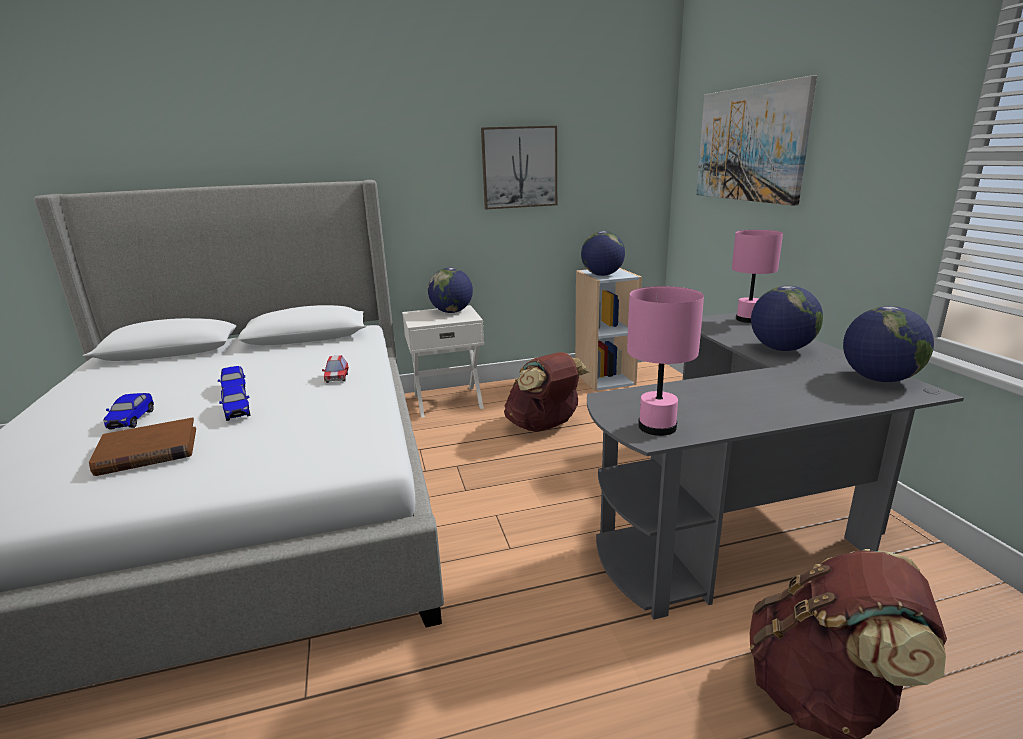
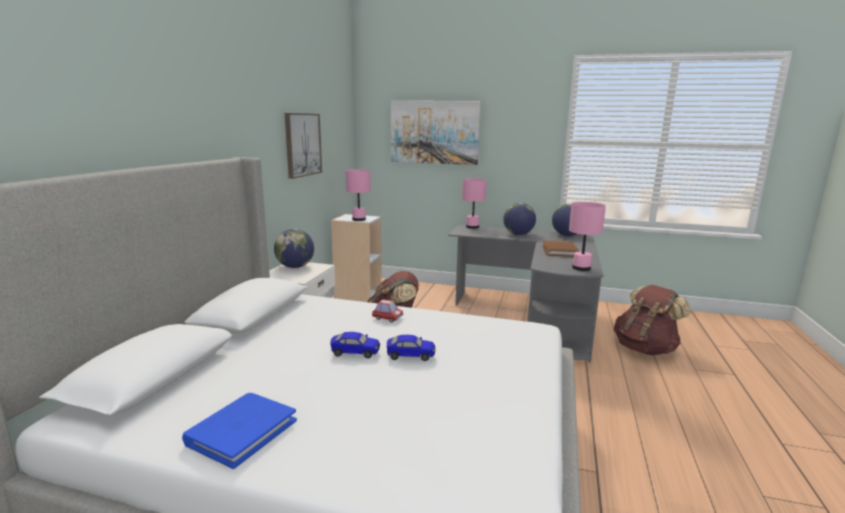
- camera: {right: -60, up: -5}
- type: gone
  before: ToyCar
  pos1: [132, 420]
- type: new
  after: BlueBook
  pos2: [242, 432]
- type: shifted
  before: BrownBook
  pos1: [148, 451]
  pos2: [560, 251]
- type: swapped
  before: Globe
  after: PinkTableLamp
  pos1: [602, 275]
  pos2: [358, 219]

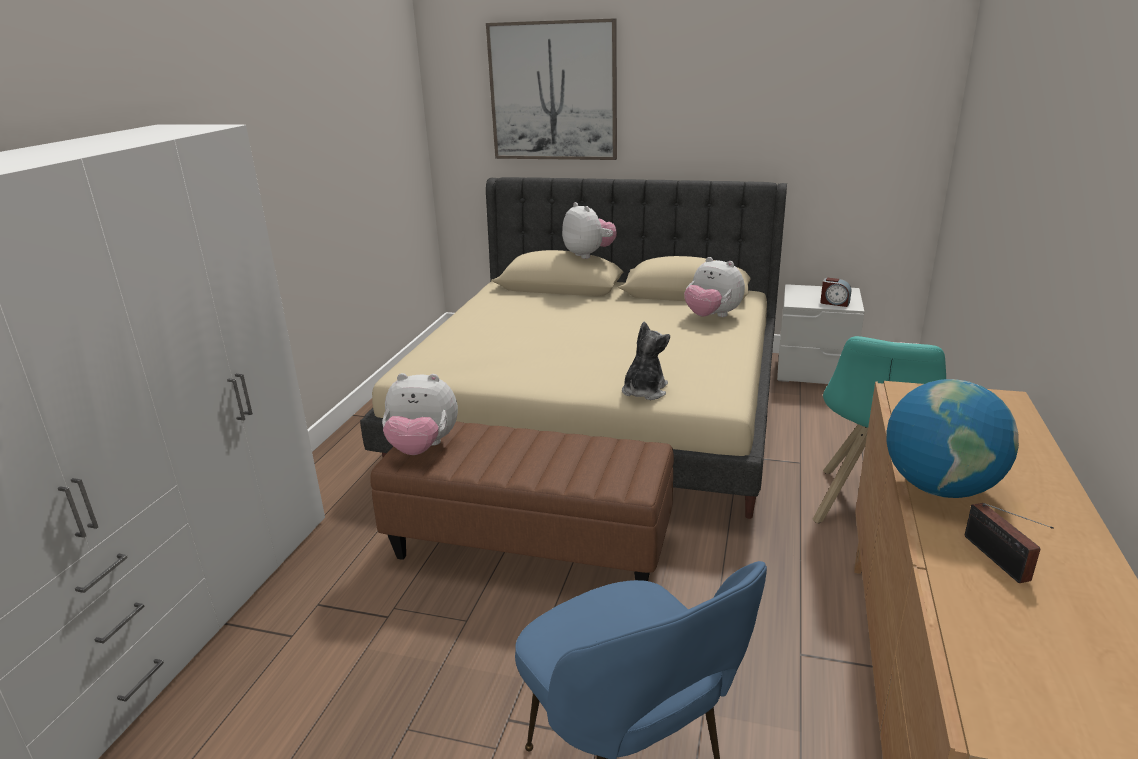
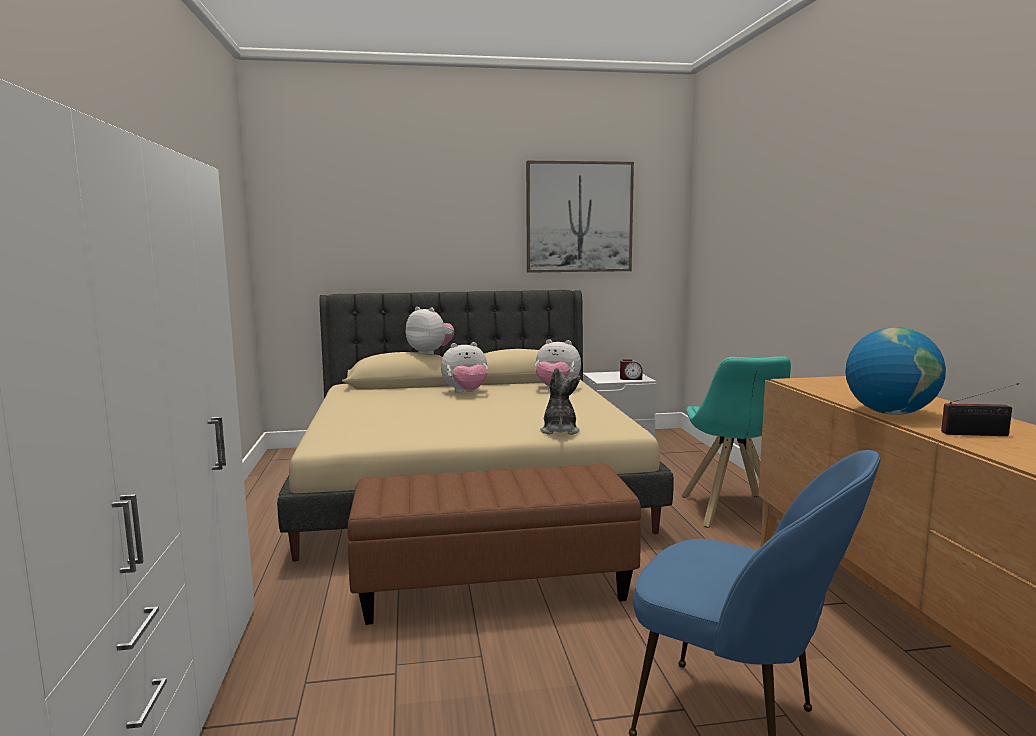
- camera: {right: -25, up: -15}
- type: shifted
  before: PlushToy
  pos1: [422, 448]
  pos2: [466, 393]
- type: shifted
  before: Picture
  pos1: [553, 91]
  pos2: [579, 217]
- type: rotated
  before: Radio
  pos1: [998, 561]
  pos2: [978, 434]
  turn: -45

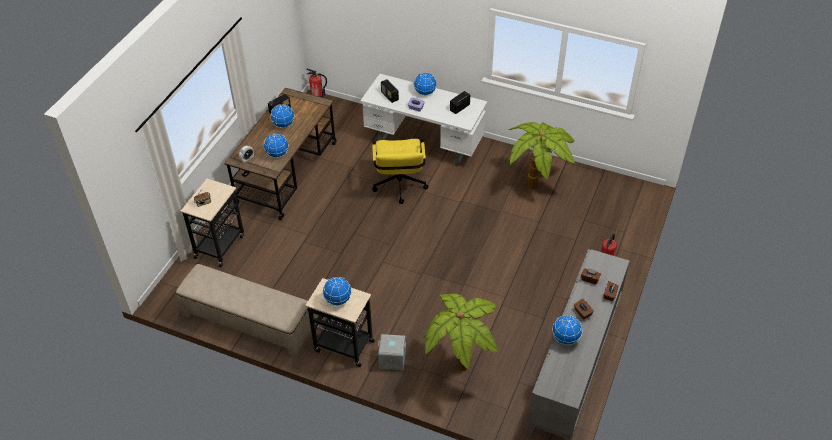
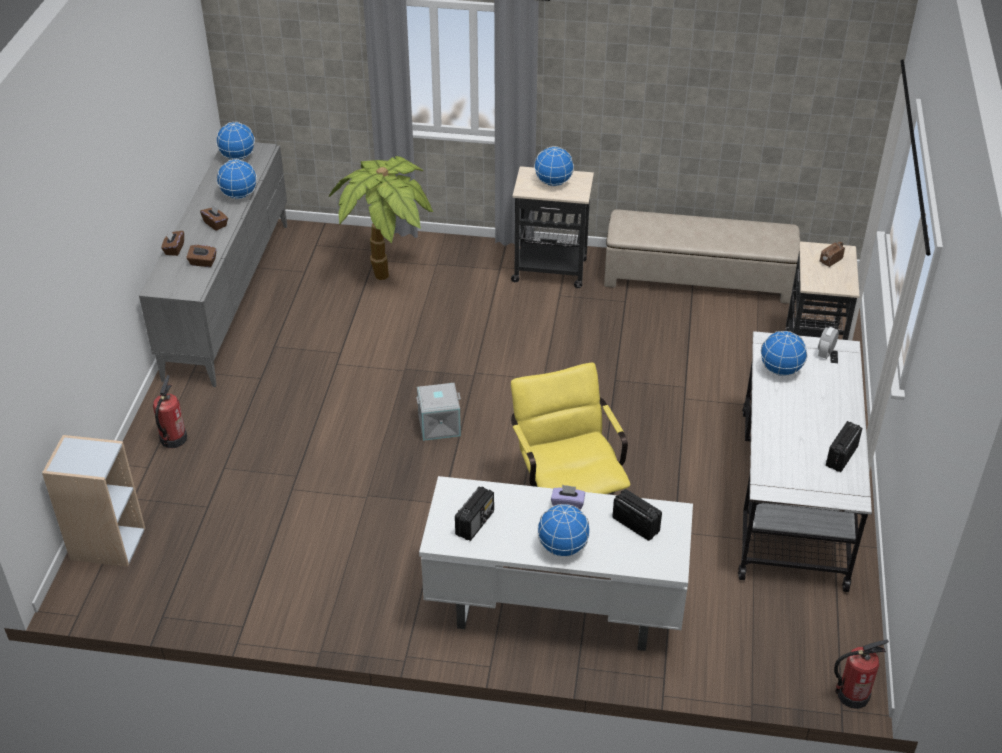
- camera: {right: 165, up: -5}
- type: gone
  before: PottedPlant
  pos1: [535, 189]
- type: new
  after: Bookcase
  pos2: [107, 543]
- type: shifted
  before: Globe
  pos1: [283, 125]
  pos2: [238, 157]
- type: shifted
  before: GreyStorageBox
  pos1: [392, 359]
  pos2: [439, 424]
- type: repainted
  before: BrownDesk
  after: WhiteDesk
  pos1: [287, 173]
  pos2: [792, 496]

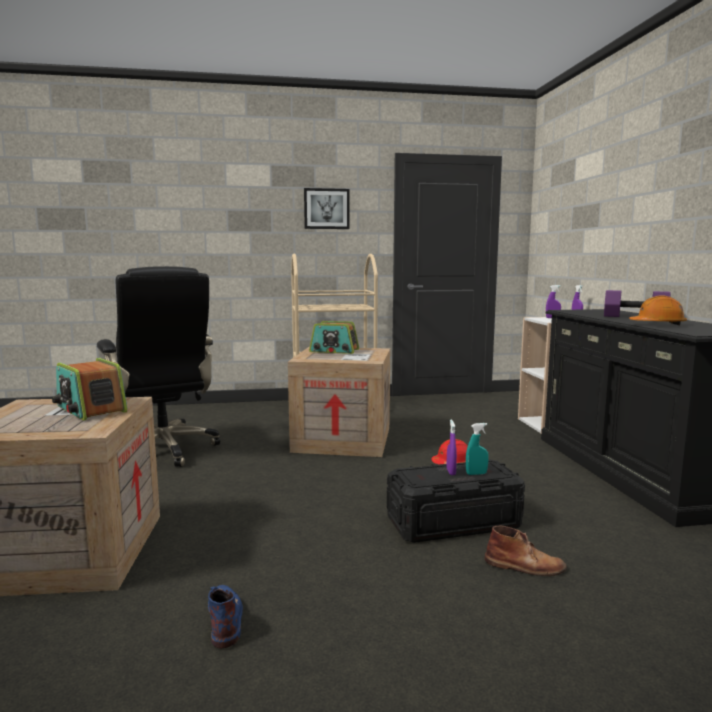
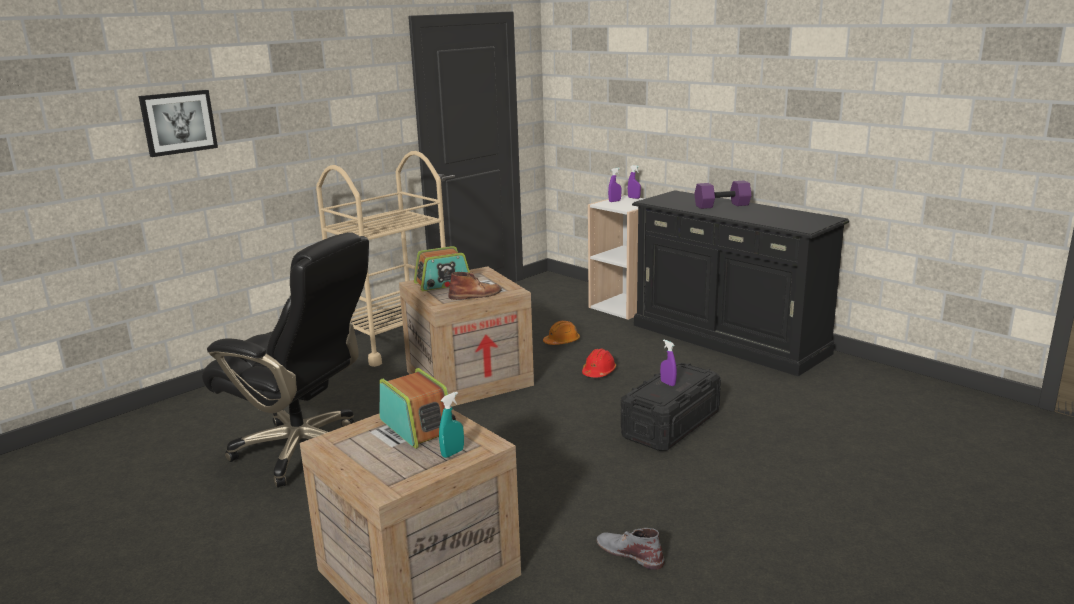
- camera: {right: -35, up: 10}
- type: shifted
  before: Picture
  pos1: [326, 209]
  pos2: [178, 122]
- type: shifted
  before: TurquoiseSprayBottle
  pos1: [476, 474]
  pos2: [452, 453]
- type: shifted
  before: BrownBoot
  pos1: [525, 566]
  pos2: [476, 295]
- type: shifted
  before: OrangeHardHat
  pos1: [657, 325]
  pos2: [562, 342]
- type: repainted
  before: BlueBoot
  after: GreyBoot
  pos1: [224, 618]
  pos2: [629, 553]
- type: rotated
  before: Radio
  pos1: [90, 409]
  pos2: [417, 426]
  turn: -135

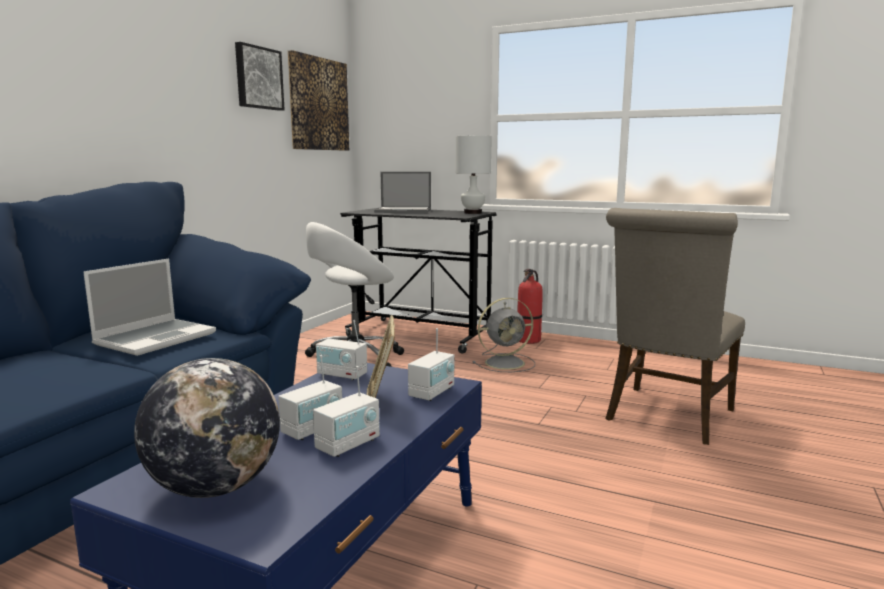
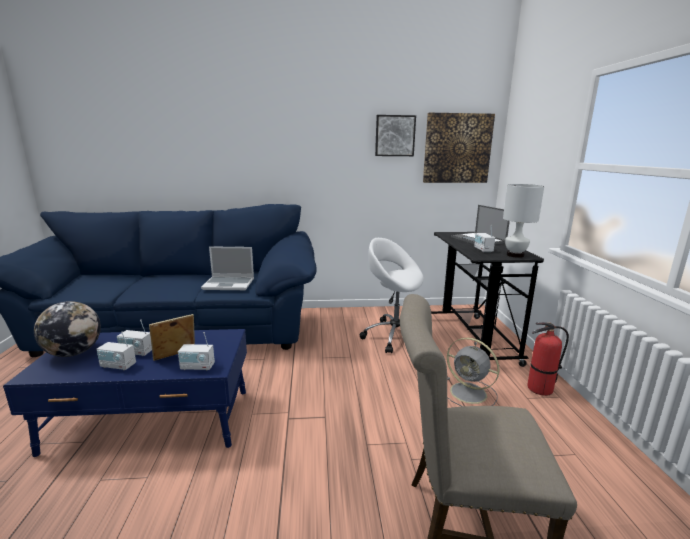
- camera: {right: 60, up: 5}
- type: shifted
  before: Radio
  pos1: [342, 375]
  pos2: [483, 250]

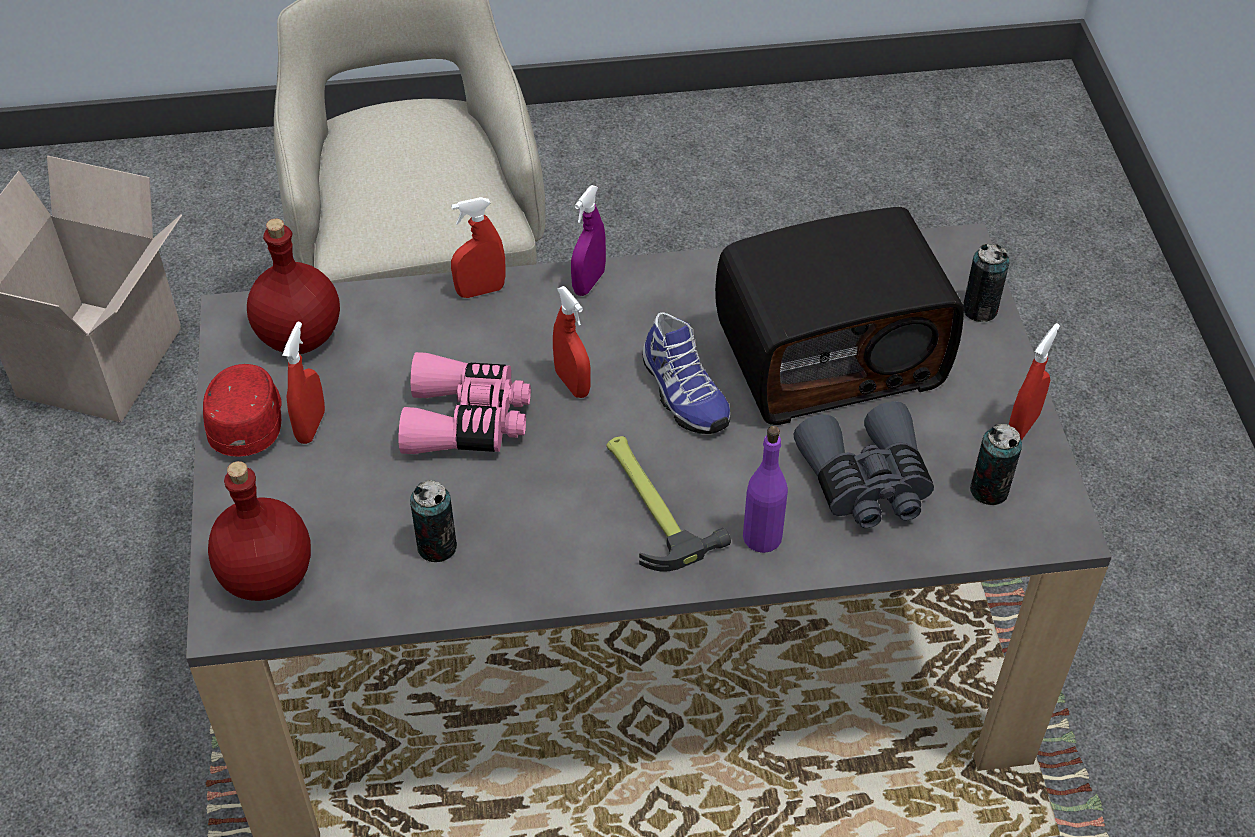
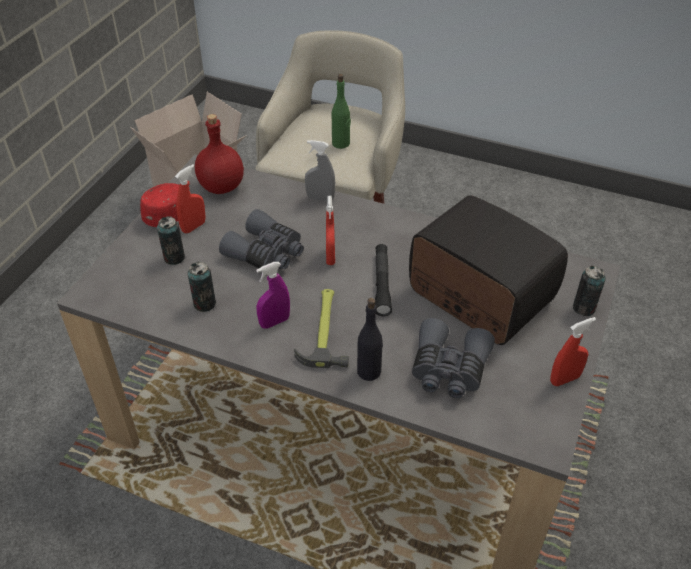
- camera: {right: 30, up: -5}
- type: gone
  before: RedBottle
  pos1: [268, 574]
- type: new
  after: GreenBottle
  pos2: [341, 143]
- type: shifted
  before: PurpleSprayBottle
  pos1: [589, 282]
  pos2: [274, 322]
- type: shifted
  before: Can
  pos1: [989, 490]
  pos2: [174, 258]
- type: swapped
  before: Shoe
  after: BlackFlashlight
  pos1: [681, 394]
  pos2: [382, 284]
- type: repainted
  before: PinkBinoculars
  after: GreyBinoculars
  pos1: [467, 420]
  pos2: [266, 253]
- type: repainted
  before: RedSprayBottle
  after: GreySprayBottle
  pos1: [480, 290]
  pos2: [320, 198]
- type: repainted
  before: PurpleBottle
  after: BlackBottle
  pos1: [762, 536]
  pos2: [369, 371]
- type: rotated
  before: Radio
  pos1: [830, 354]
  pos2: [478, 297]
  turn: -150

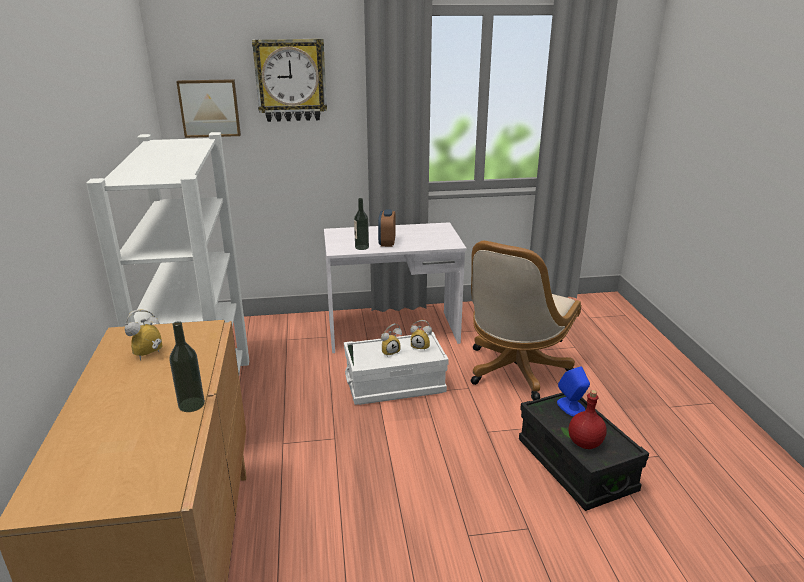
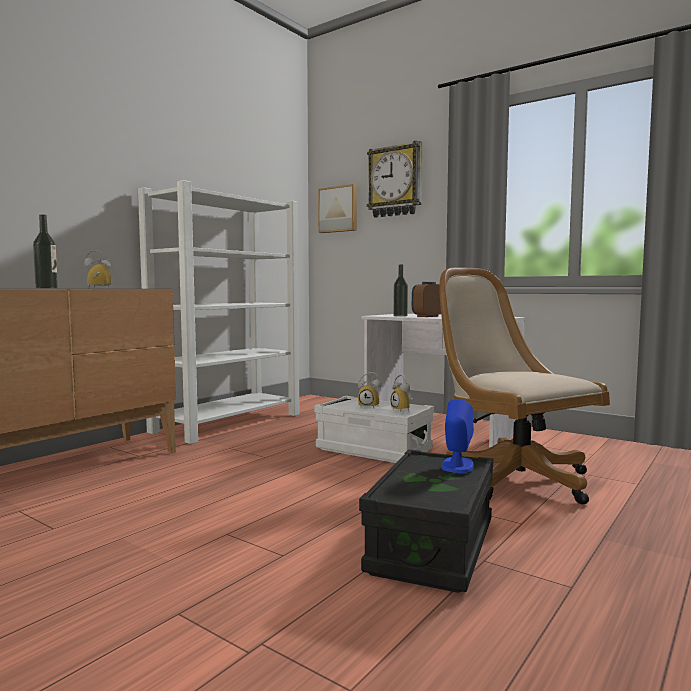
- camera: {right: 45, up: -20}
- type: gone
  before: RedBottle
  pos1: [585, 443]
- type: rotated
  before: OfficeChair
  pos1: [514, 373]
  pos2: [510, 476]
  turn: 75

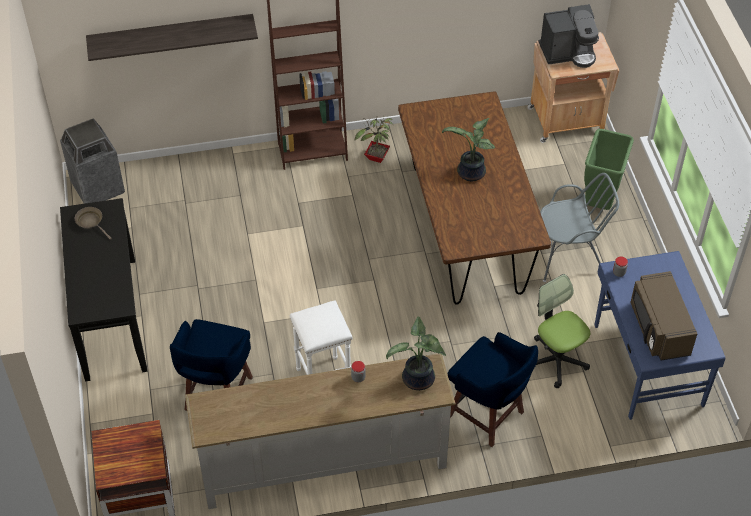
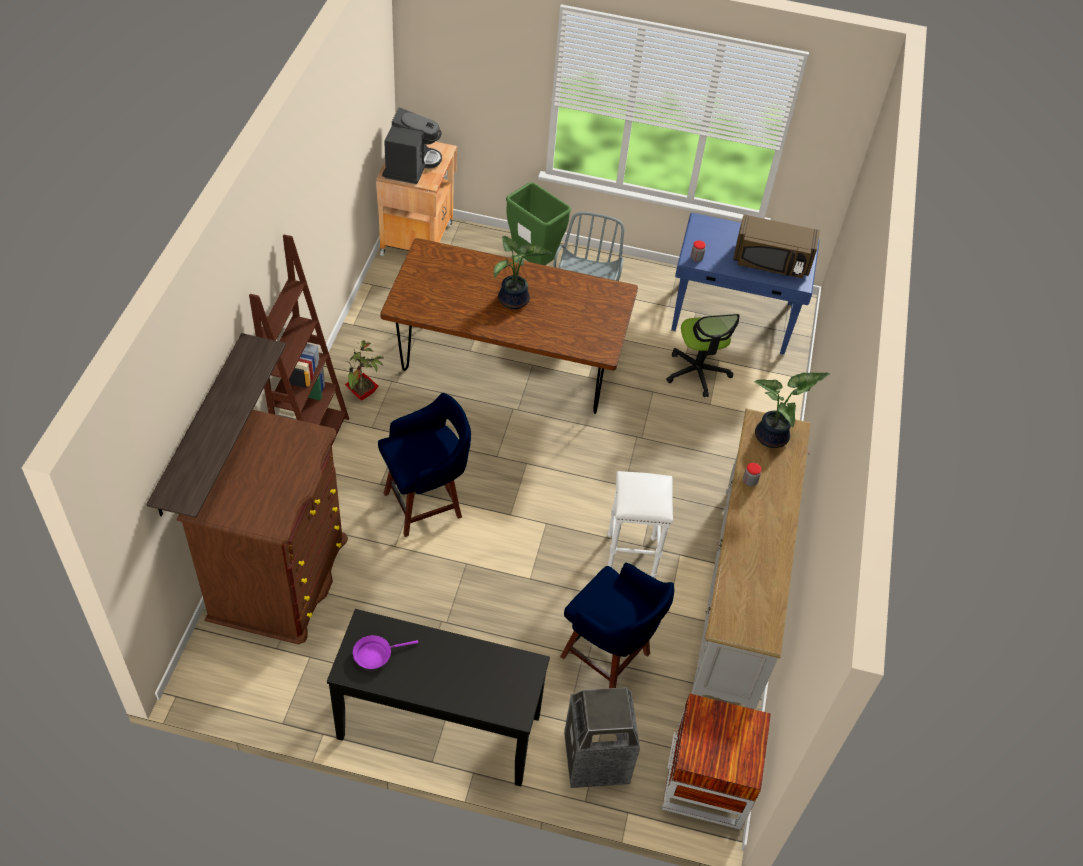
- camera: {right: -70, up: 0}
- type: new
  after: BrownDresser
  pos2: [279, 575]
- type: shifted
  before: TrashCan
  pos1: [97, 188]
  pos2: [596, 759]
- type: shifted
  before: BlueStool
  pos1: [488, 416]
  pos2: [426, 504]
- type: repainted
  before: BrownFryingPan
  after: PurpleFryingPan
  pos1: [91, 222]
  pos2: [375, 654]
- type: rotated
  before: OfficeChair
  pos1: [556, 360]
  pos2: [697, 372]
  turn: -90

